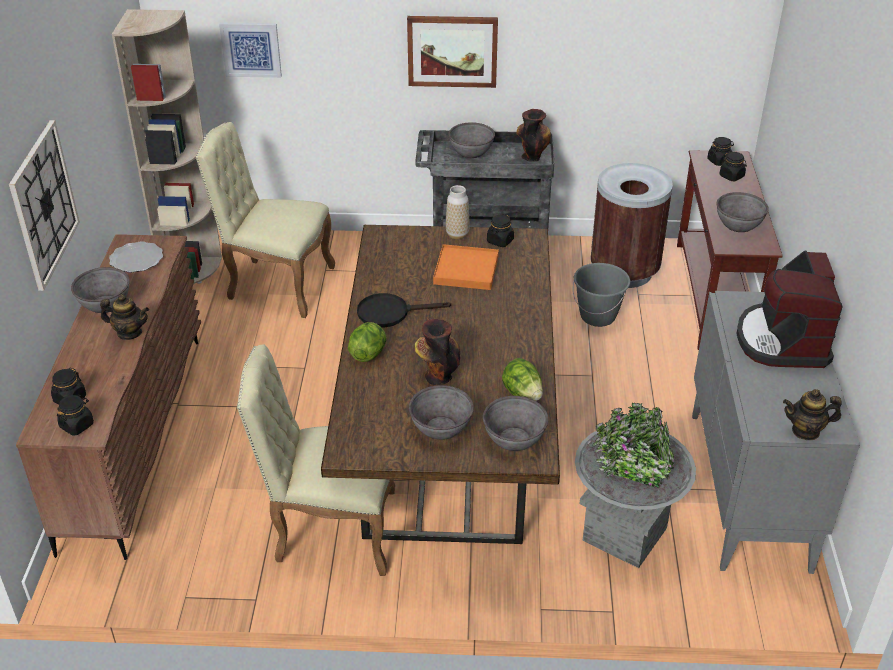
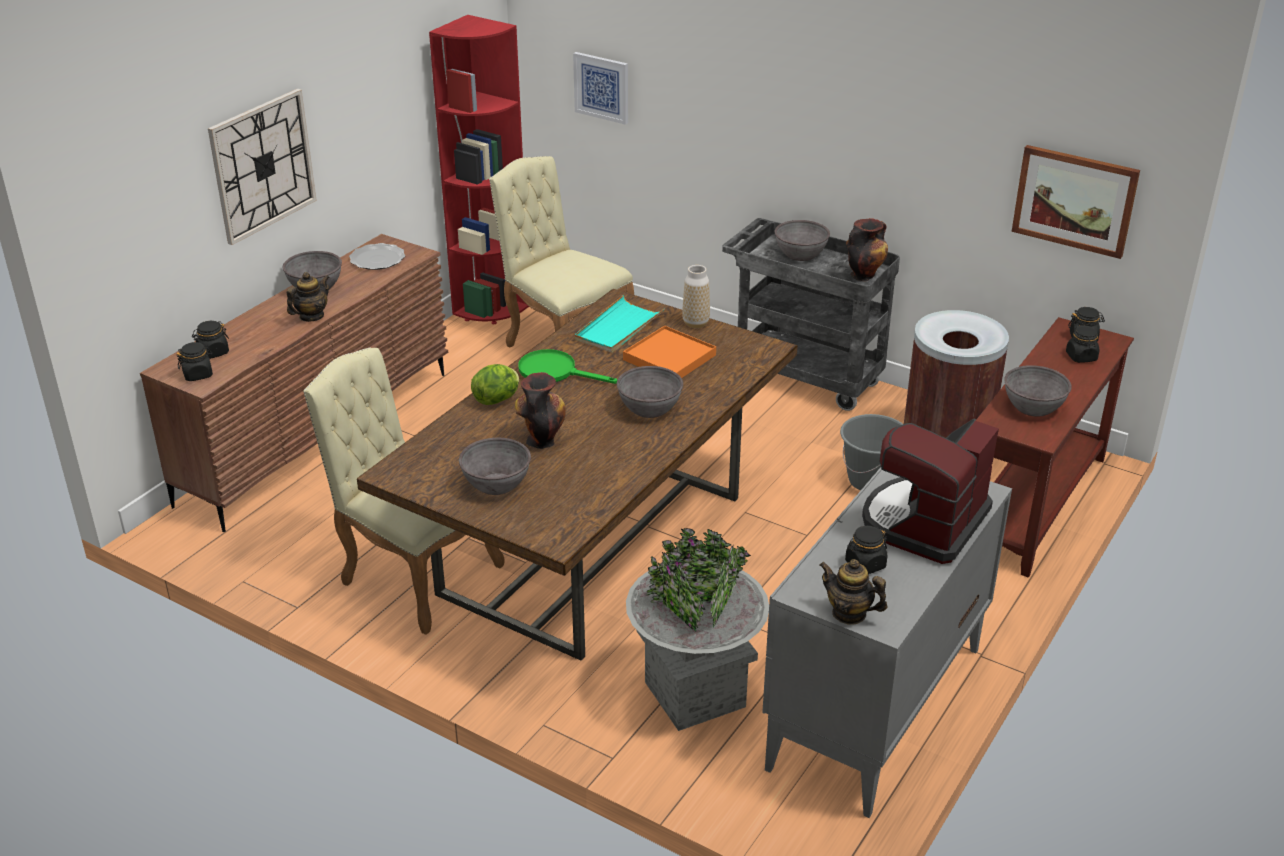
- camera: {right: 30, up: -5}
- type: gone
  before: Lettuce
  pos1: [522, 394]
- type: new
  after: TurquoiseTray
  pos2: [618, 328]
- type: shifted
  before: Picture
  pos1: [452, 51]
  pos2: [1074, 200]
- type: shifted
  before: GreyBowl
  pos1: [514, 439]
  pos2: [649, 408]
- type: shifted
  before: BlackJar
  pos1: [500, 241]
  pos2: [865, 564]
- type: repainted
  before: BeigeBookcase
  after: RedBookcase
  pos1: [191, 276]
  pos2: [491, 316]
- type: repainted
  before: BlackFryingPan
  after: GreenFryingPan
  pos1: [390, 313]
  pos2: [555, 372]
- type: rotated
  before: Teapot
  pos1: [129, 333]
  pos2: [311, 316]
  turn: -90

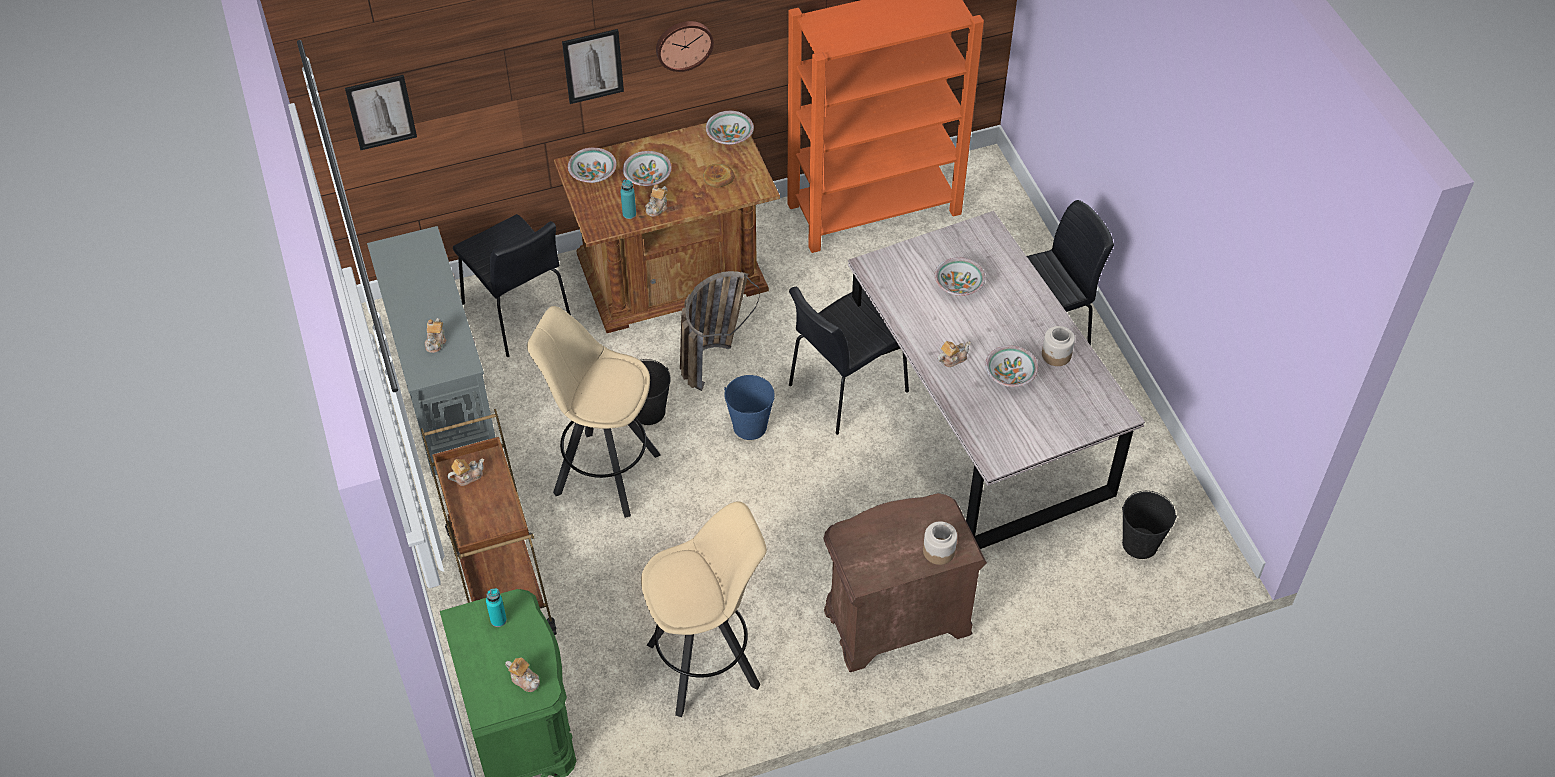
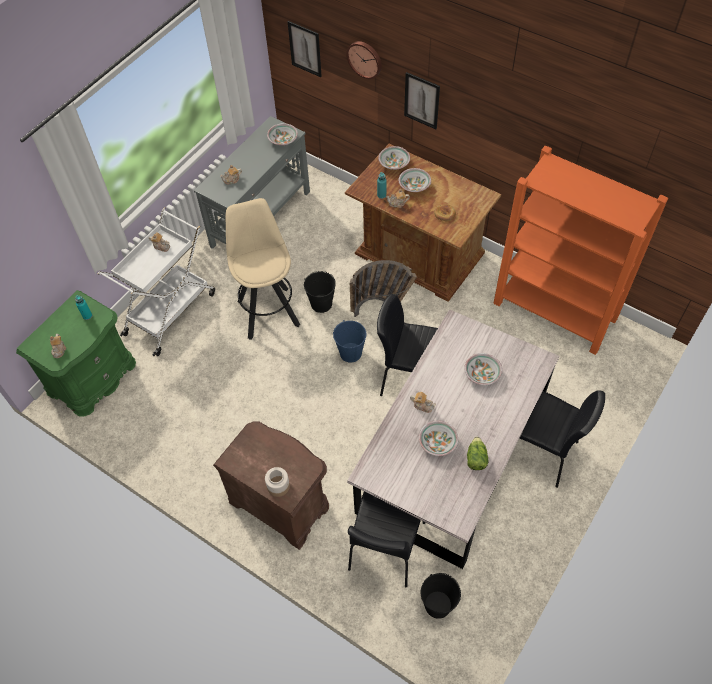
- camera: {right: 55, up: 5}
- type: gone
  before: BeigeStool
  pos1: [707, 664]
- type: shifted
  before: BlackChair
  pos1: [519, 315]
  pos2: [386, 549]
- type: shifted
  before: WallClock
  pos1: [683, 44]
  pos2: [365, 59]
- type: shifted
  before: Bowl
  pos1: [730, 137]
  pos2: [283, 140]
- type: swapped
  before: Jar
  after: Lettuce
  pos1: [1056, 355]
  pos2: [476, 458]
- type: repainted
  before: BrownCart
  after: WhiteCart
  pos1: [500, 580]
  pos2: [171, 314]

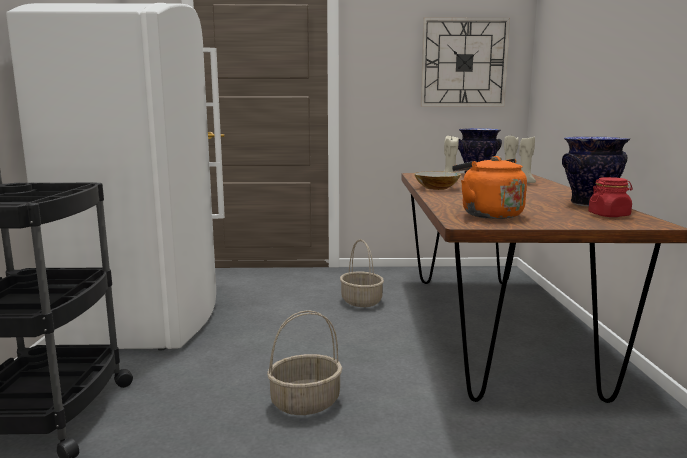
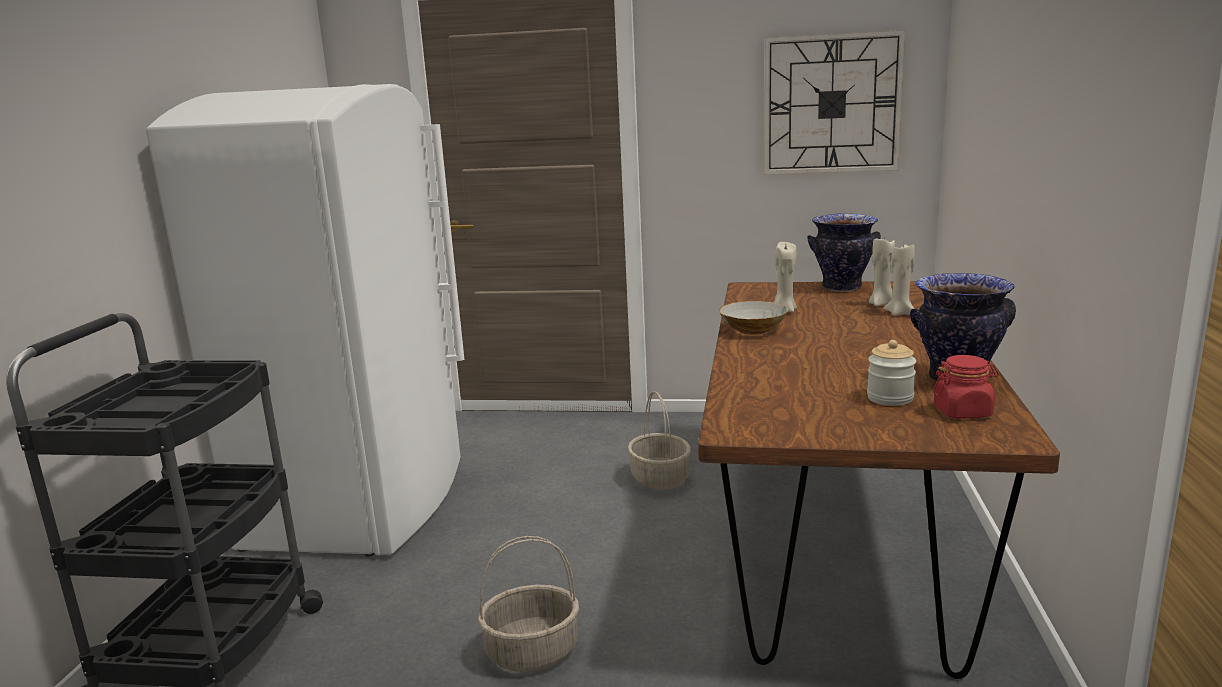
- camera: {right: 10, up: 5}
- type: gone
  before: OrangeKettle
  pos1: [488, 214]
- type: new
  after: Jar
  pos2: [890, 398]

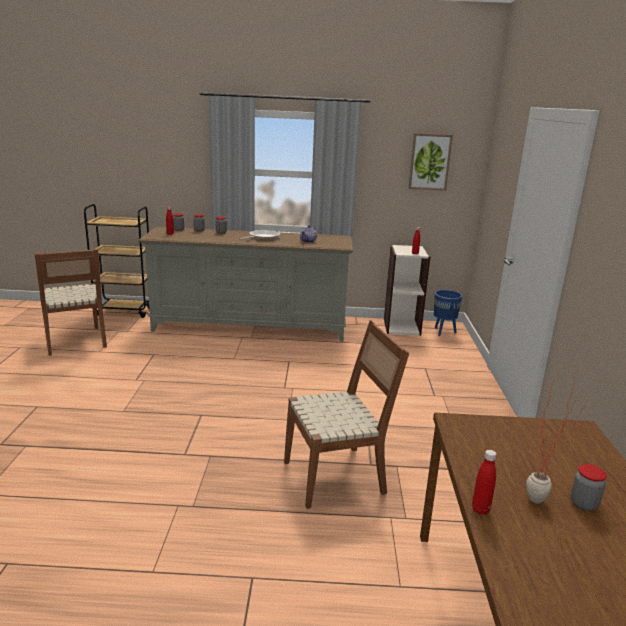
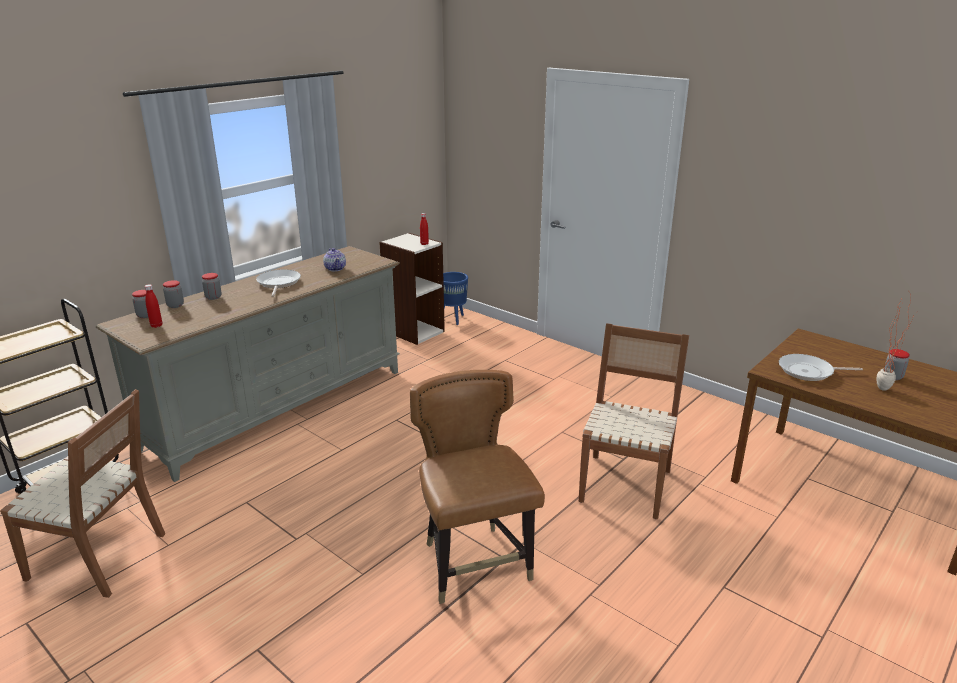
- camera: {right: -50, up: 5}
- type: gone
  before: Picture
  pos1: [429, 162]
- type: gone
  before: RedBottle
  pos1: [480, 509]
- type: new
  after: BrownChair
  pos2: [474, 564]
- type: new
  after: FryingPan
  pos2: [809, 372]

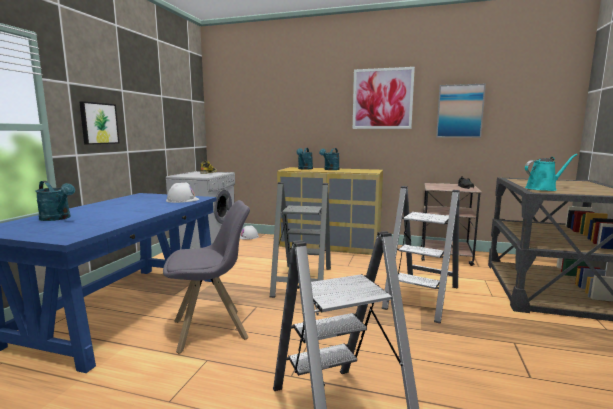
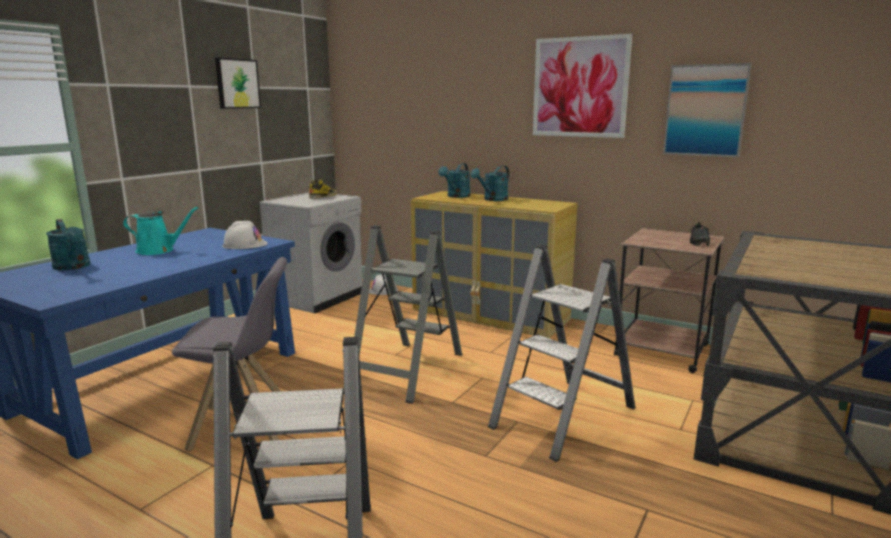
- camera: {right: 15, up: 5}
- type: shifted
  before: Picture
  pos1: [98, 123]
  pos2: [237, 83]
- type: shifted
  before: TurquoiseWateringCan
  pos1: [543, 188]
  pos2: [158, 250]

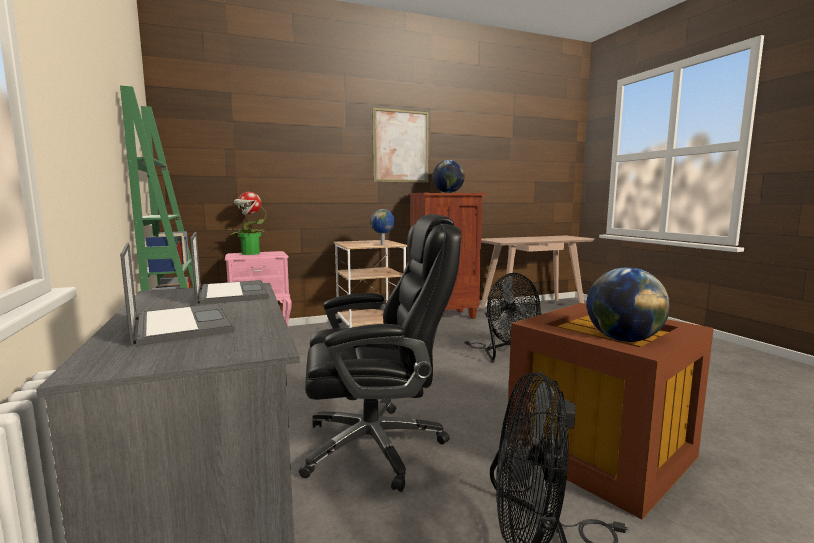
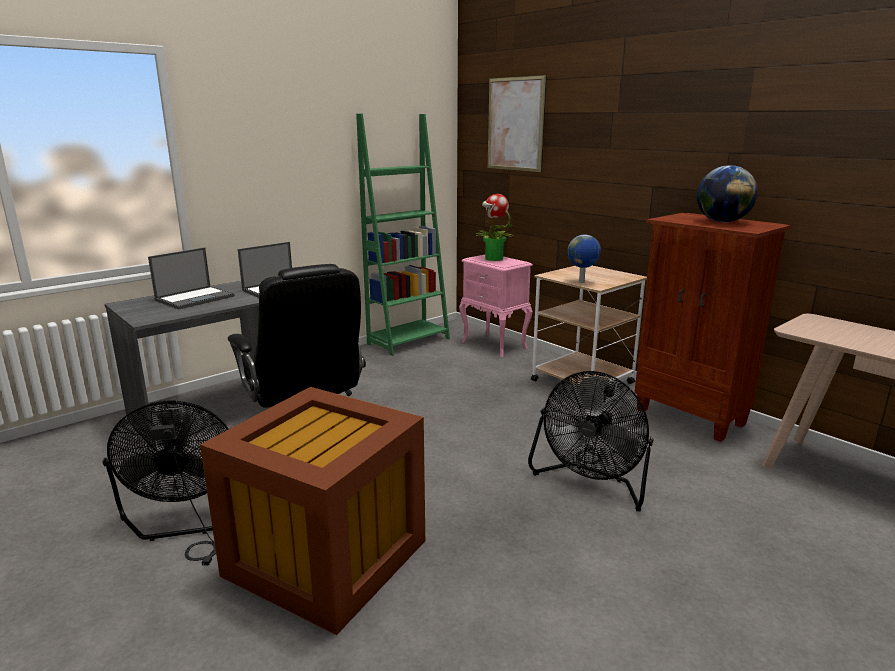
- camera: {right: 70, up: 10}
- type: gone
  before: Globe
  pos1: [623, 340]
- type: shifted
  before: Picture
  pos1: [401, 146]
  pos2: [515, 124]

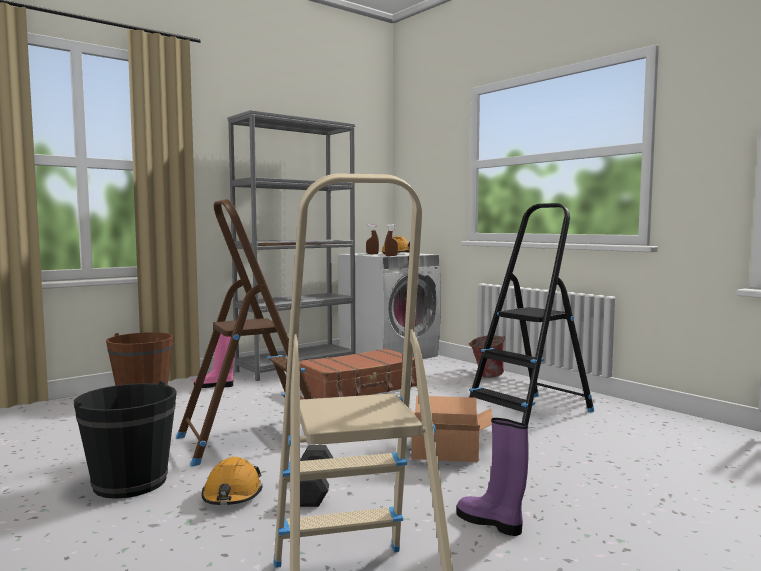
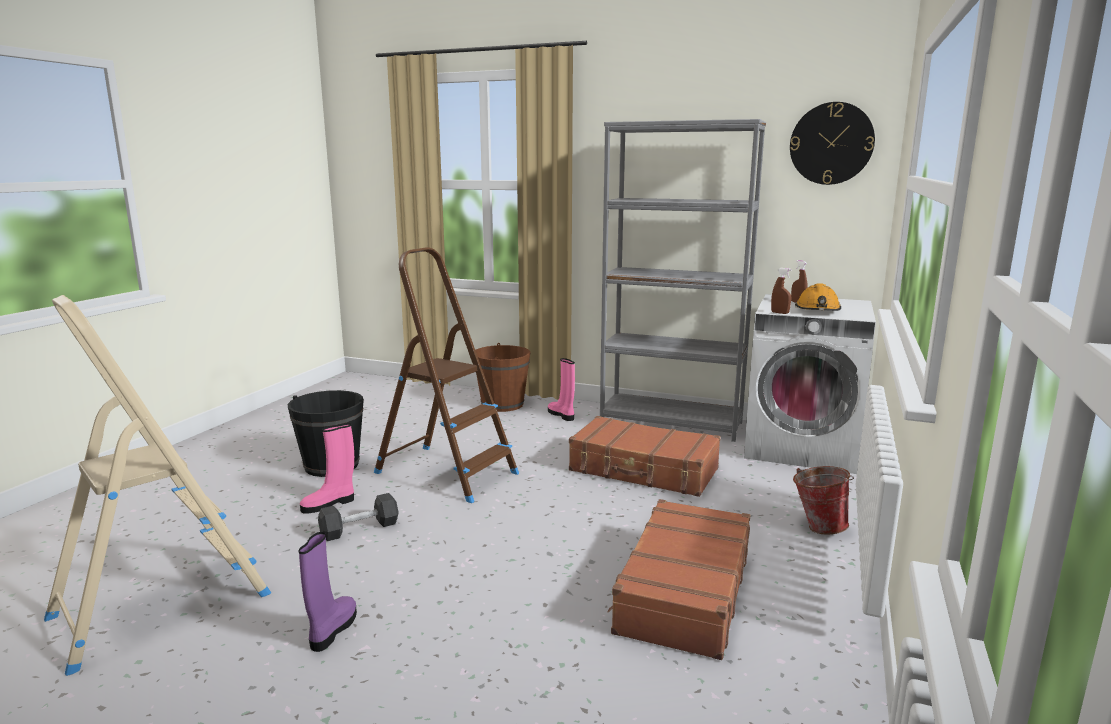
- camera: {right: 60, up: 10}
- type: gone
  before: CardboardBox
  pos1: [445, 451]
- type: new
  after: WallClock
  pos2: [831, 143]
- type: swapped
  before: OrangeHardHat
  after: PinkBoot
  pos1: [232, 495]
  pos2: [329, 504]
- type: swapped
  before: BlackStepLadder
  after: BrownSuitcase
  pos1: [528, 414]
  pos2: [683, 591]

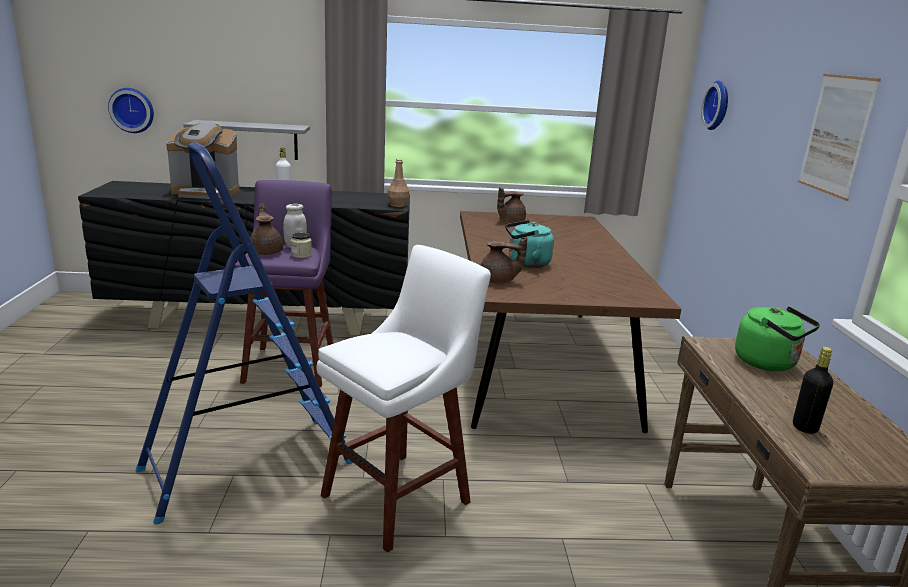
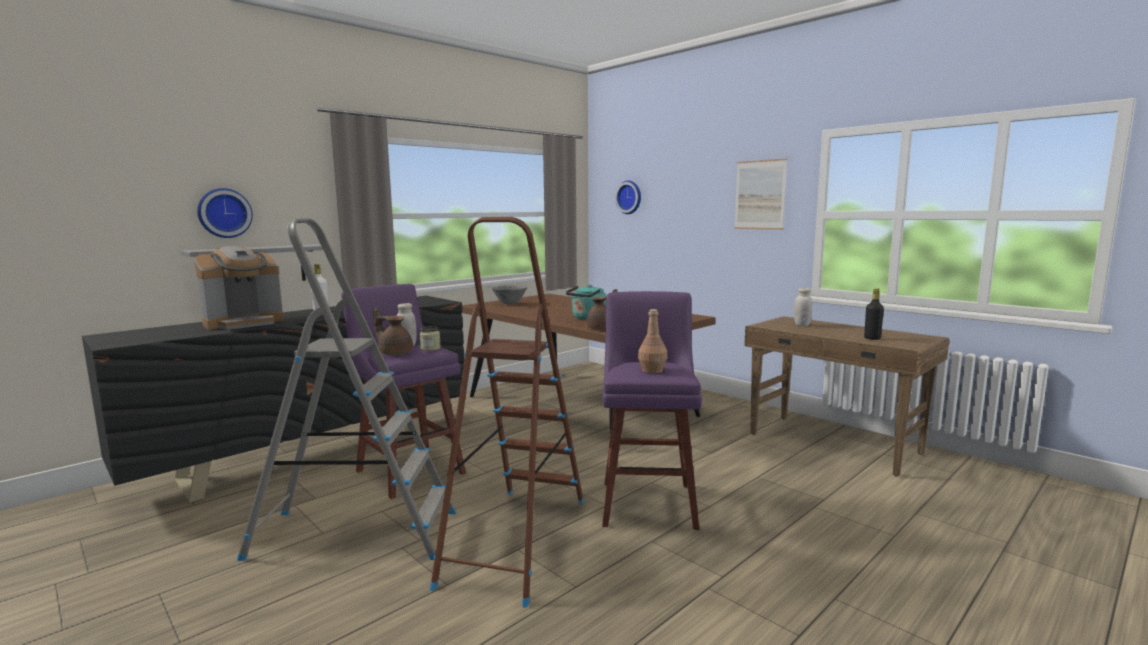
- camera: {right: -40, up: -10}
- type: new
  after: GreyStepLadder
  pos2: [355, 534]
- type: shifted
  before: WallClock
  pos1: [132, 110]
  pos2: [224, 213]
- type: shifted
  before: BrownBottle
  pos1: [398, 205]
  pos2: [652, 370]
- type: swapped
  before: BrownTeapot
  after: GreyBowl
  pos1: [510, 221]
  pos2: [509, 304]
- type: swapped
  before: GreenKettle
  after: WhiteJar
  pos1: [769, 363]
  pos2: [802, 325]
- type: repainted
  before: BlueStepLadder
  after: BrownStepLadder
  pos1: [248, 465]
  pos2: [516, 539]
- type: repainted
  before: WhiteStool
  after: PurpleStool
  pos1: [399, 497]
  pos2: [648, 503]

